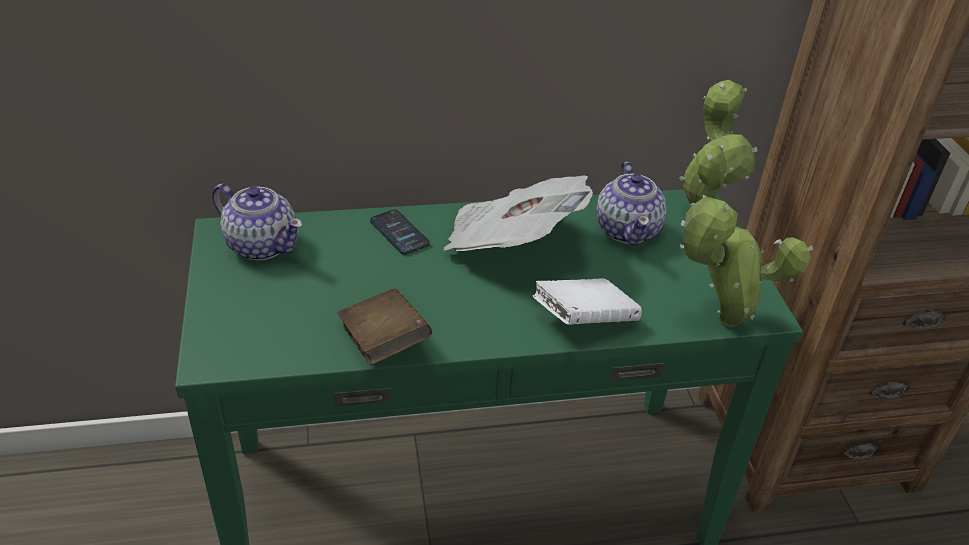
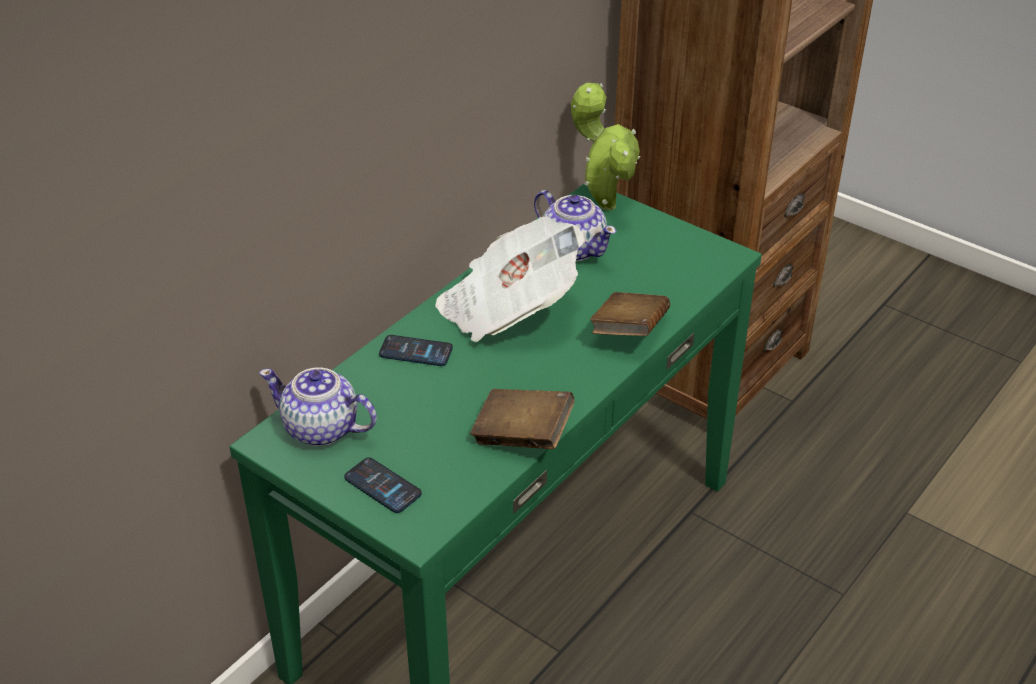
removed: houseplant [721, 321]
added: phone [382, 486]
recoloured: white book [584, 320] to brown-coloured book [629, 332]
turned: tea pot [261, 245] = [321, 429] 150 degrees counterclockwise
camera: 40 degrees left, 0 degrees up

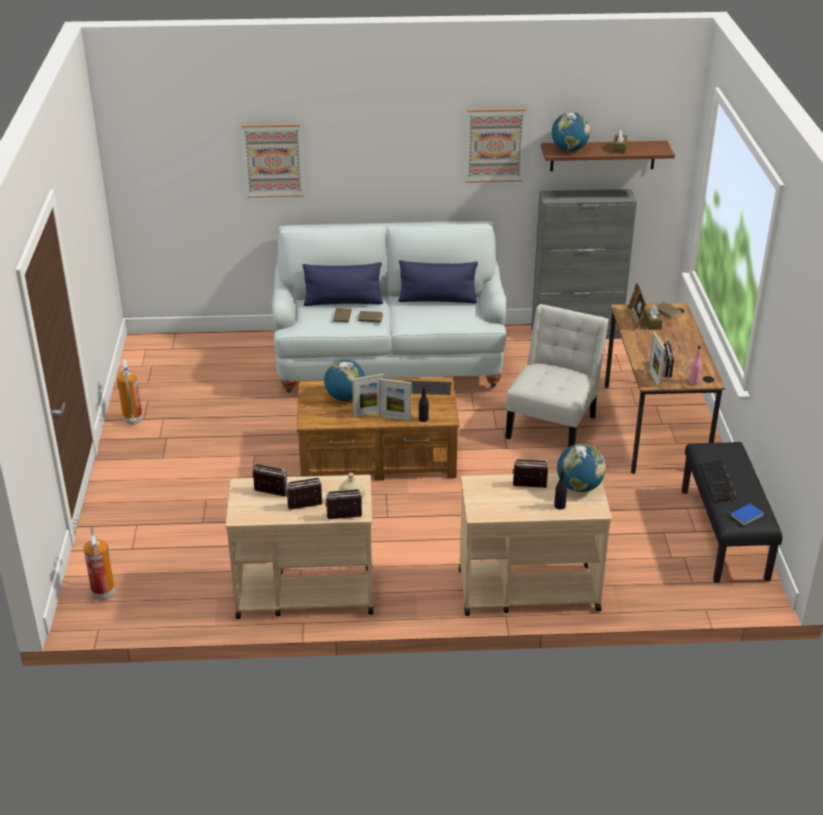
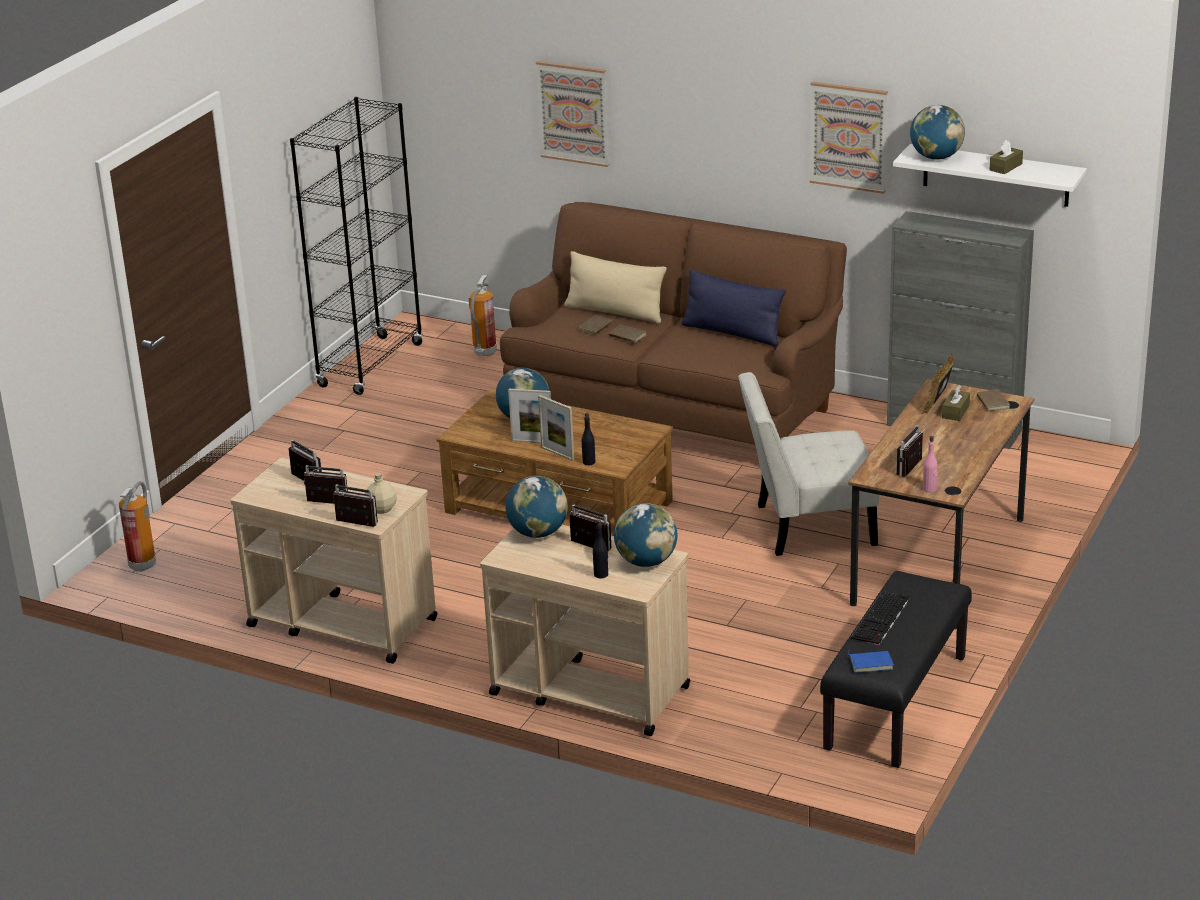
removed: keyboard [427, 389]; picture frame [654, 378]
added: black shelving unit [371, 365]; globe [538, 533]
moved: extinguisher [133, 420] to [484, 353]
recoloured: white couch [389, 361] to brown-coloured couch [675, 408]; bluish pillow [343, 302] to sand-coloured pillow [615, 312]; brown-coloured shelf [602, 155] to white shelf [996, 175]
turned: white chair [553, 424] = [808, 526] 150 degrees counterclockwise
camera: 30 degrees right, 5 degrees down

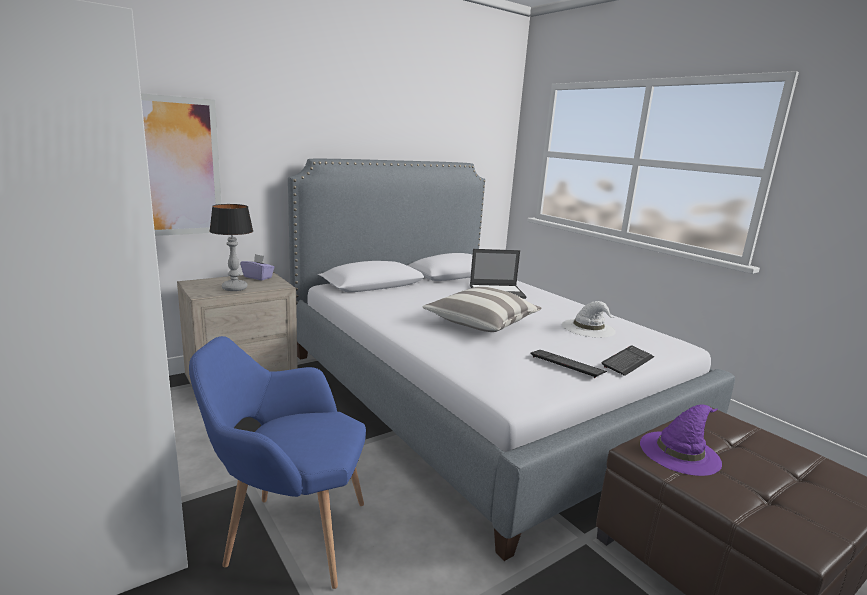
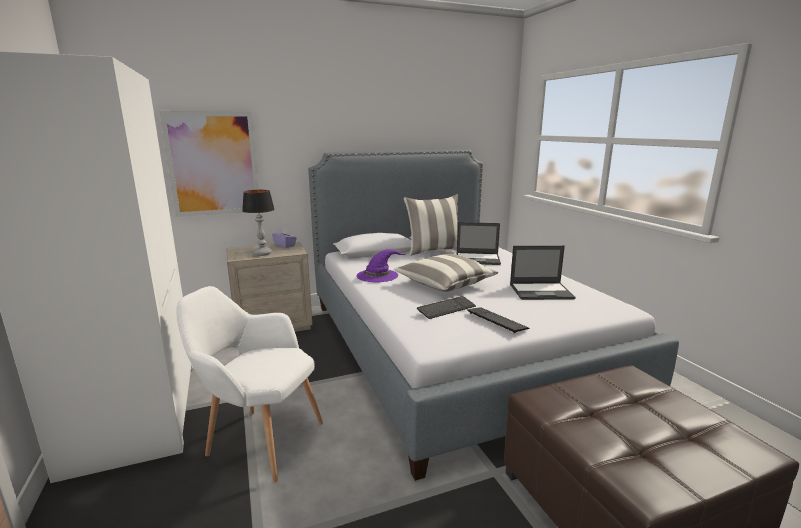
added: pillow [434, 251]
moved: purplish clothing hat [680, 452] to [378, 275]; keyboard [627, 361] to [446, 308]
replaced: white clothing hat [589, 328] to notebook computer [541, 291]
recoloured: bluish easy chair [287, 535] to white easy chair [258, 439]
camera: 15 degrees right, 0 degrees up

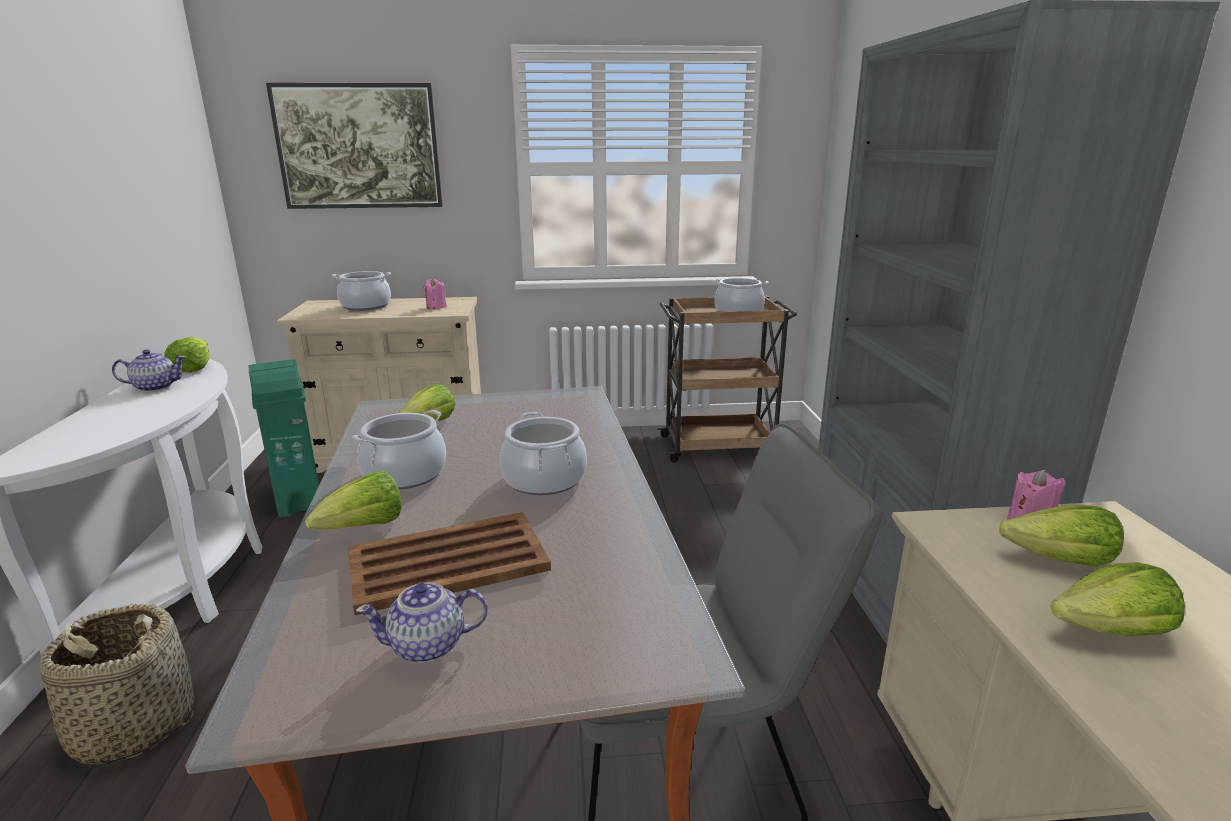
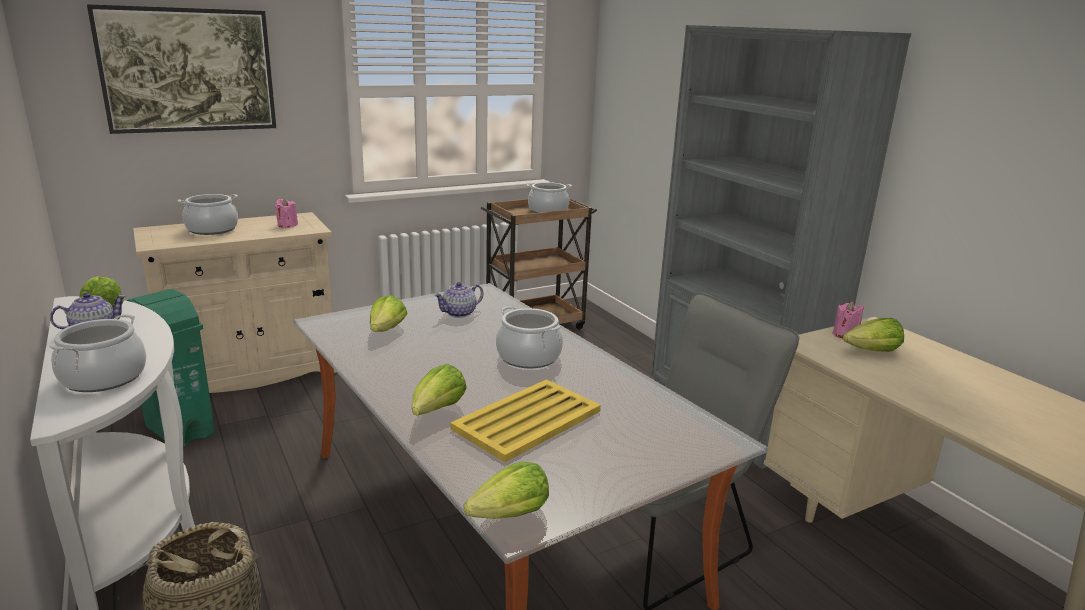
moved: stockpot [405, 474] to [104, 377]; tea pot [428, 646] to [460, 313]; head of lettuce [1111, 632] to [510, 515]
recoloured: brown-coloured serving tray [450, 562] to yellowish serving tray [528, 419]
camera: 25 degrees left, 0 degrees up

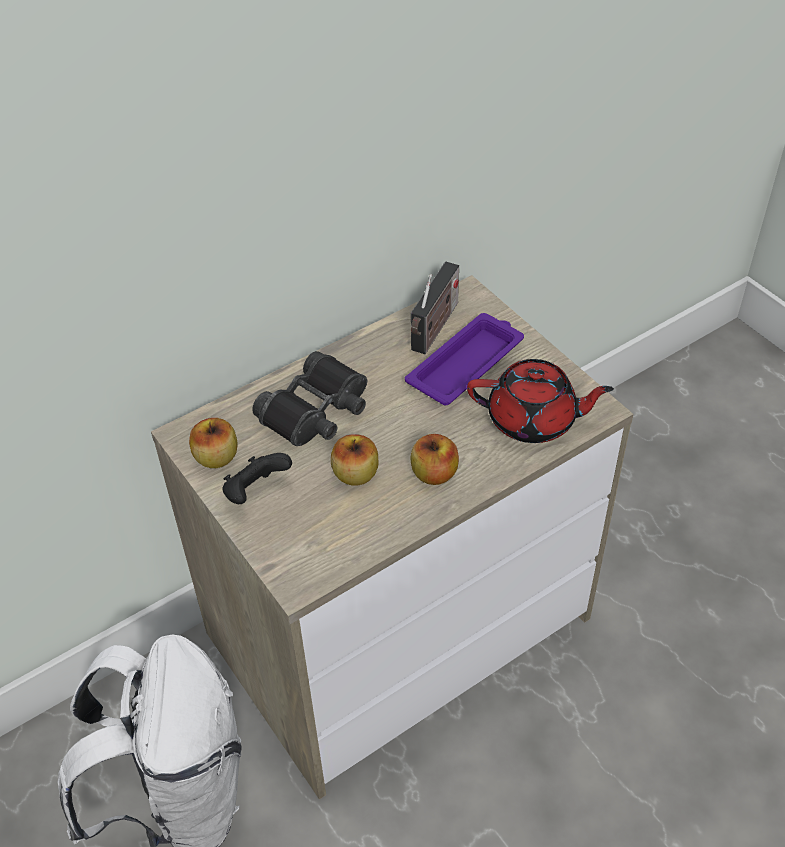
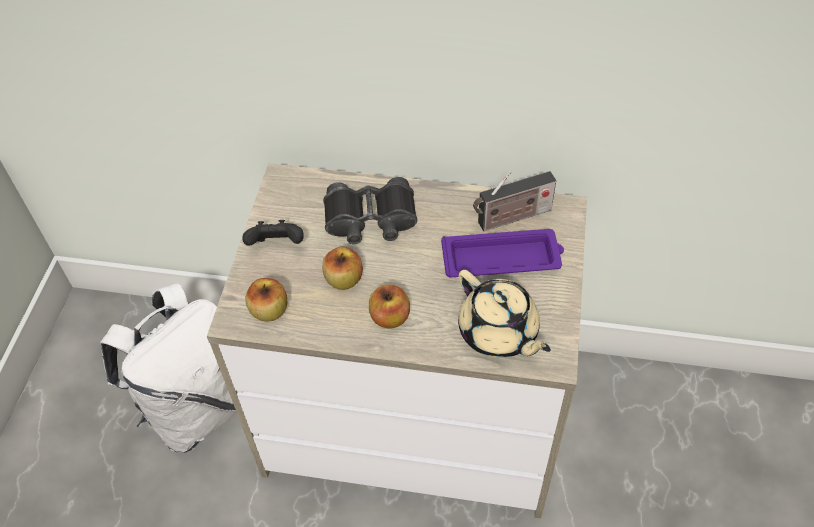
moved: whole apple [216, 457] to [269, 310]
recoloured: red-coloured tea pot [533, 420] to sand-coloured tea pot [499, 332]
camera: 45 degrees right, 5 degrees up

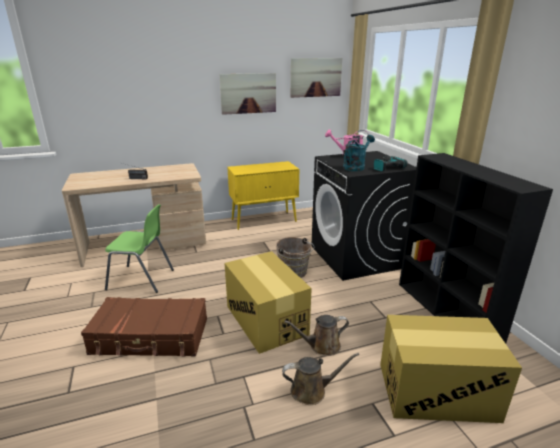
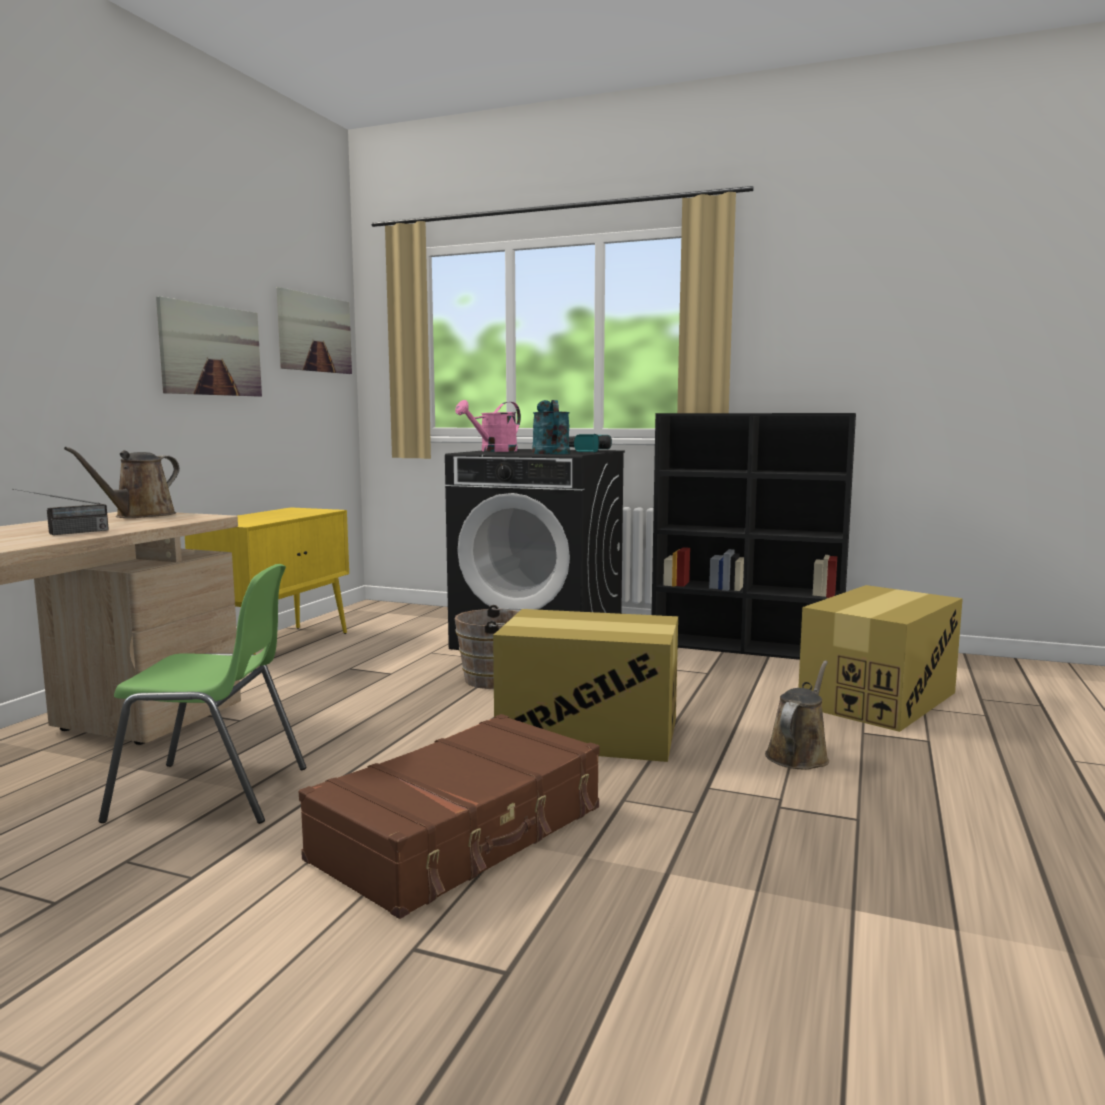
moved: brown-coloured watering pot [322, 346] to [140, 516]
turned: green-coloured chair [142, 279] = [213, 794] 45 degrees clockwise
camera: 50 degrees left, 15 degrees down

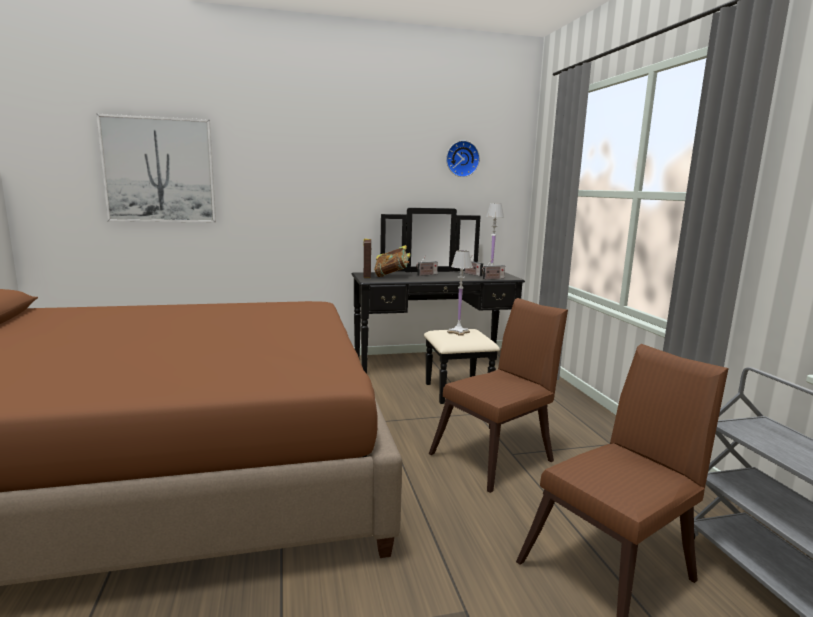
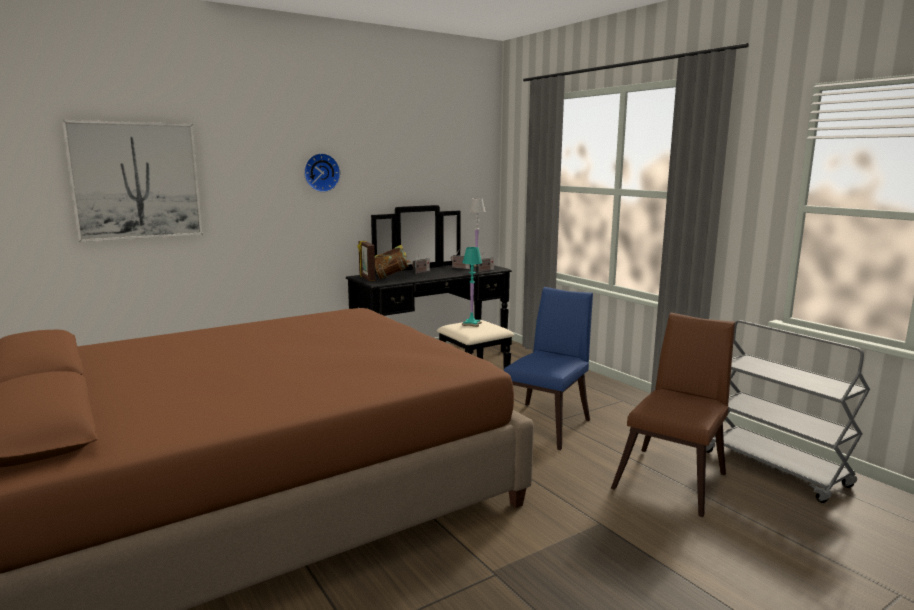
moved: wall clock [462, 159] to [321, 172]
recoloured: white lamp for a table [458, 332] to blue-green lamp for a table [471, 324]; brown-coloured chair [498, 455] to bluish chair [546, 423]
camera: 20 degrees left, 0 degrees up

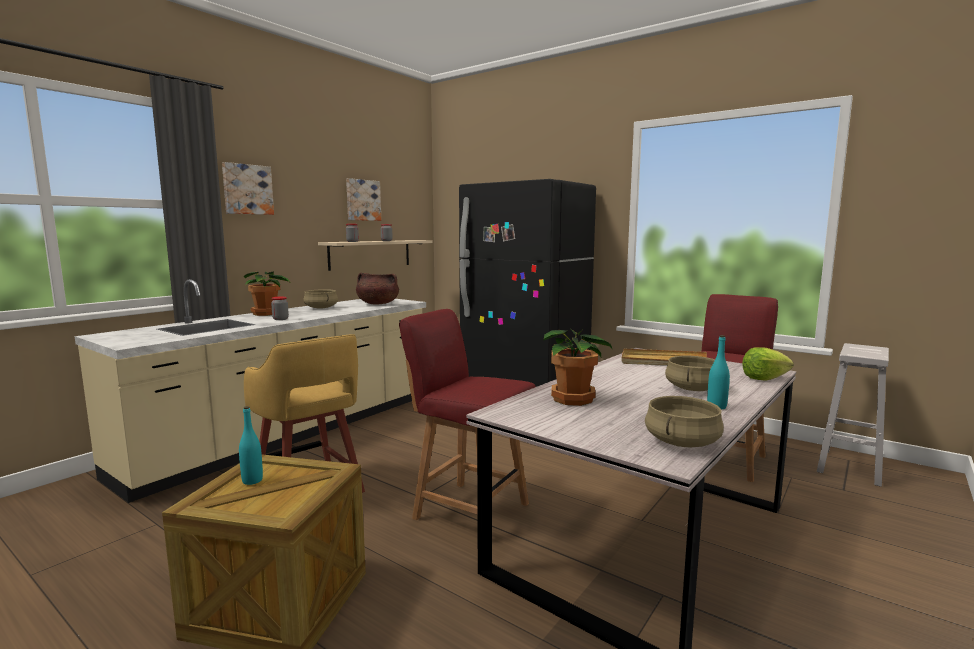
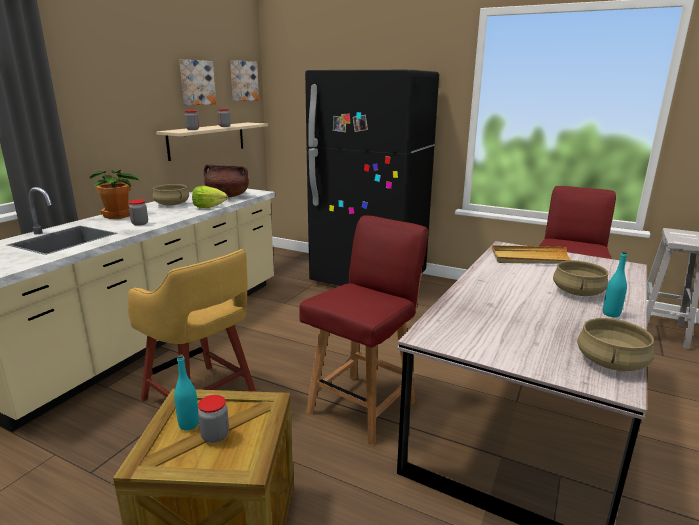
removed: houseplant [574, 399]
added: storage jar [215, 435]
moved: head of lettuce [764, 378] to [208, 207]; wall art [247, 189] to [243, 81]
turned: red-coloured chair [469, 510] = [363, 406] 105 degrees clockwise
camera: 10 degrees left, 10 degrees up

